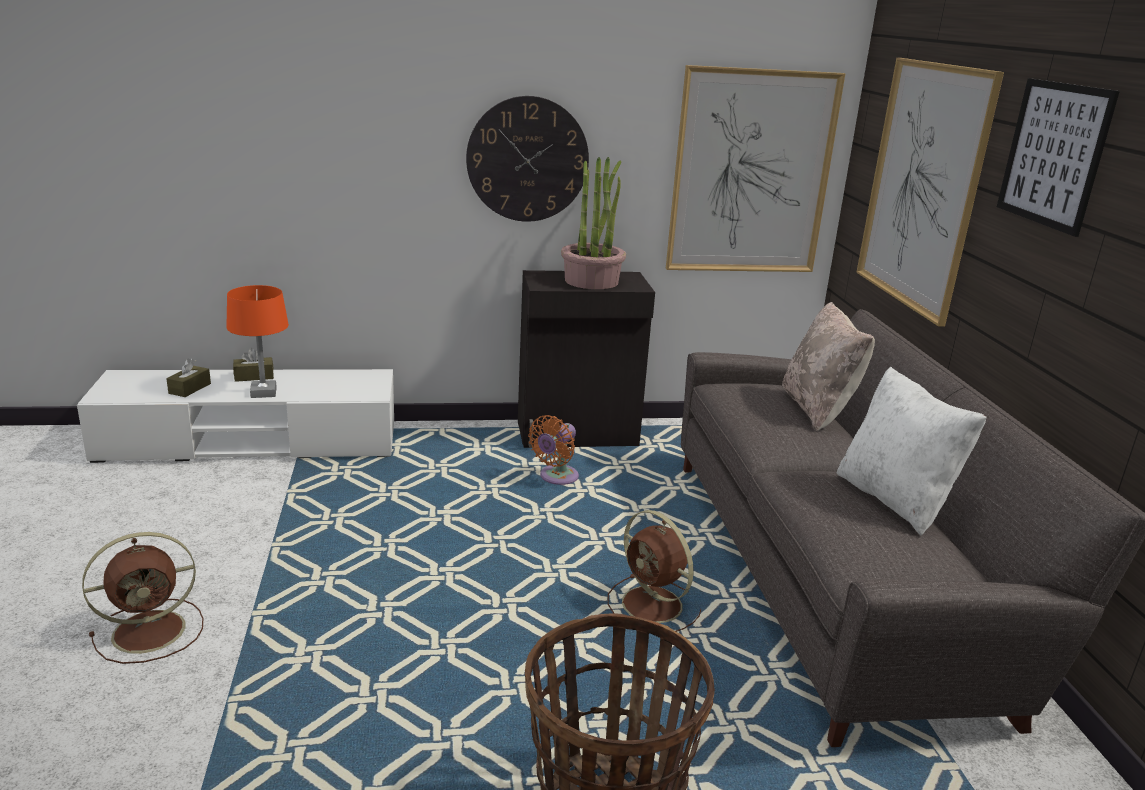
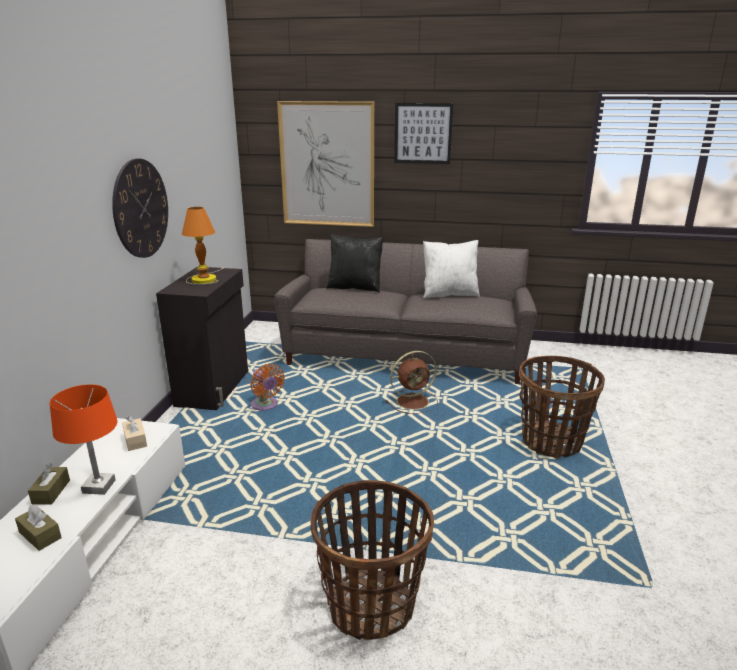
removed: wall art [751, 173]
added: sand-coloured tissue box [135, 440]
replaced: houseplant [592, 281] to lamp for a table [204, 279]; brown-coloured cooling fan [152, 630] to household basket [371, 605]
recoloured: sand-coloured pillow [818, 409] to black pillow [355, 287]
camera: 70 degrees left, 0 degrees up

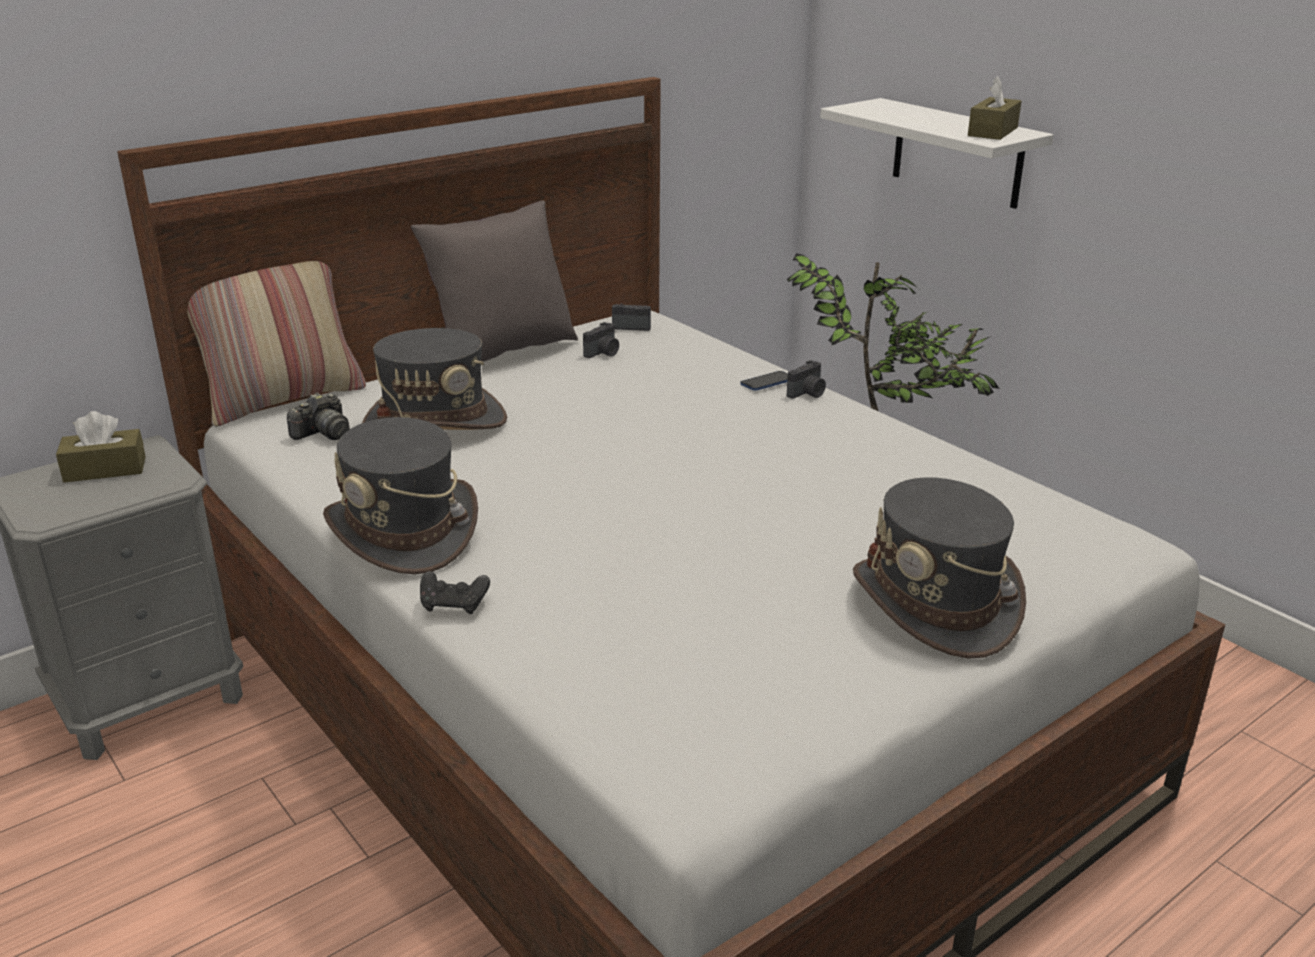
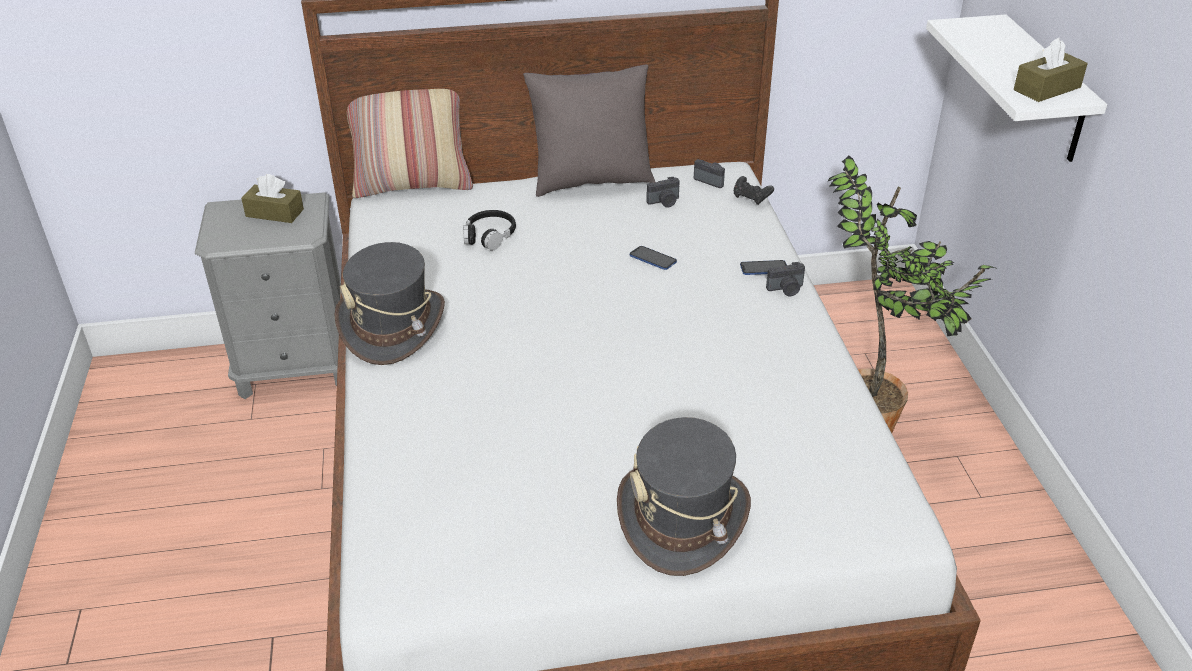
removed: still camera [323, 434]
added: phone [653, 259]
moved: black joypad [454, 605] to [751, 198]
replaced: gray clothing hat [435, 422] to black pair of headphones [489, 236]
camera: 30 degrees right, 10 degrees up

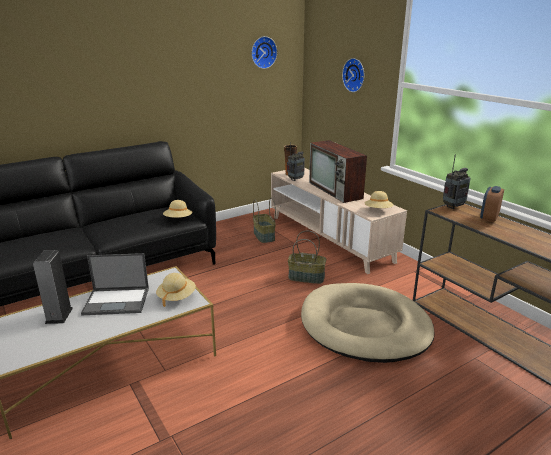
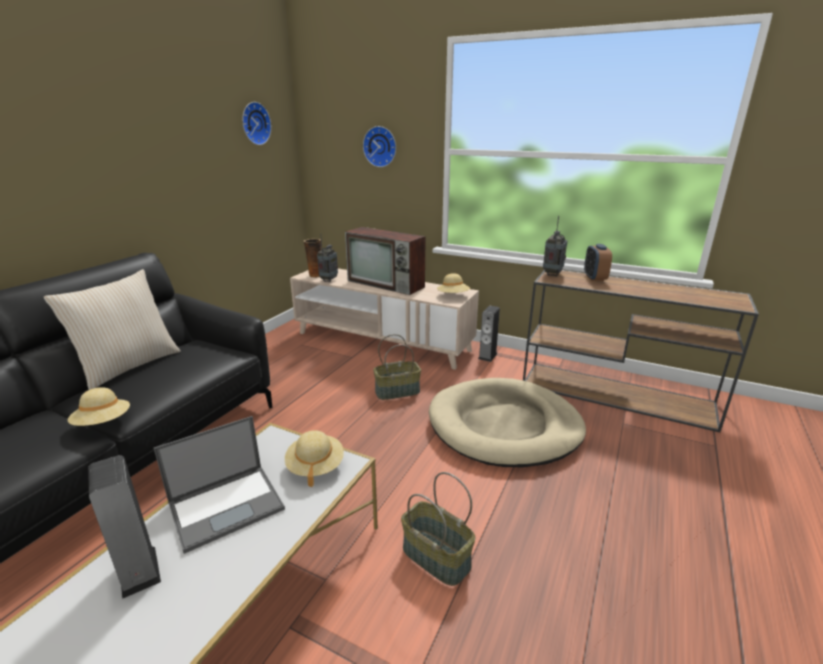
added: sand-coloured pillow [129, 366]; audio speaker [487, 356]
moved: sand-coloured clothing hat [178, 219] to [103, 423]; household basket [263, 236] to [435, 558]
camera: 30 degrees left, 0 degrees up

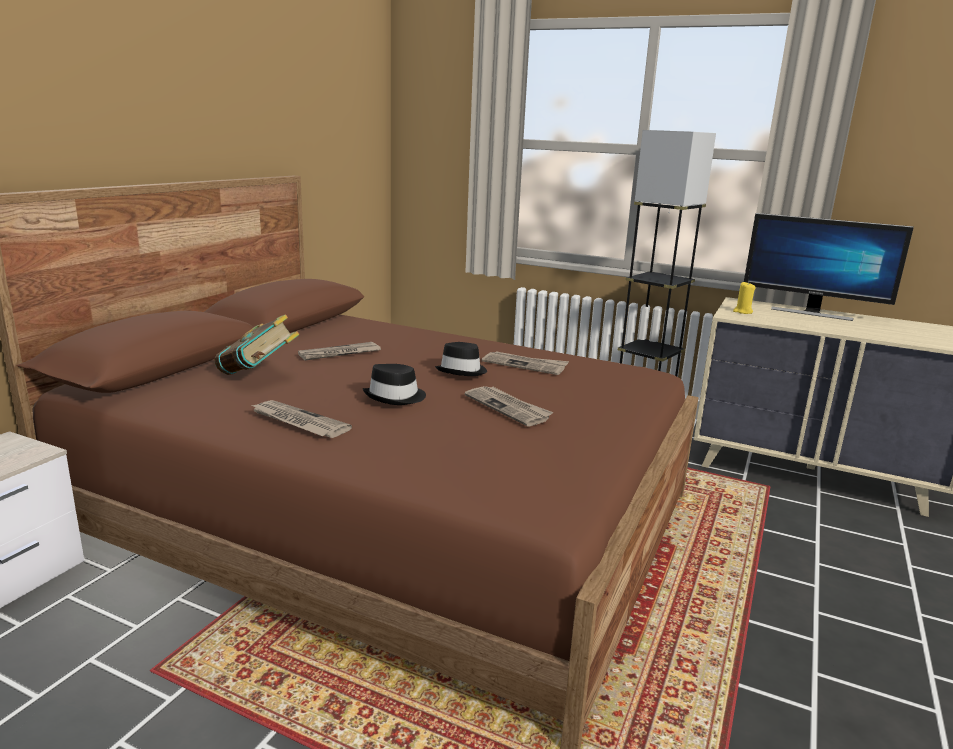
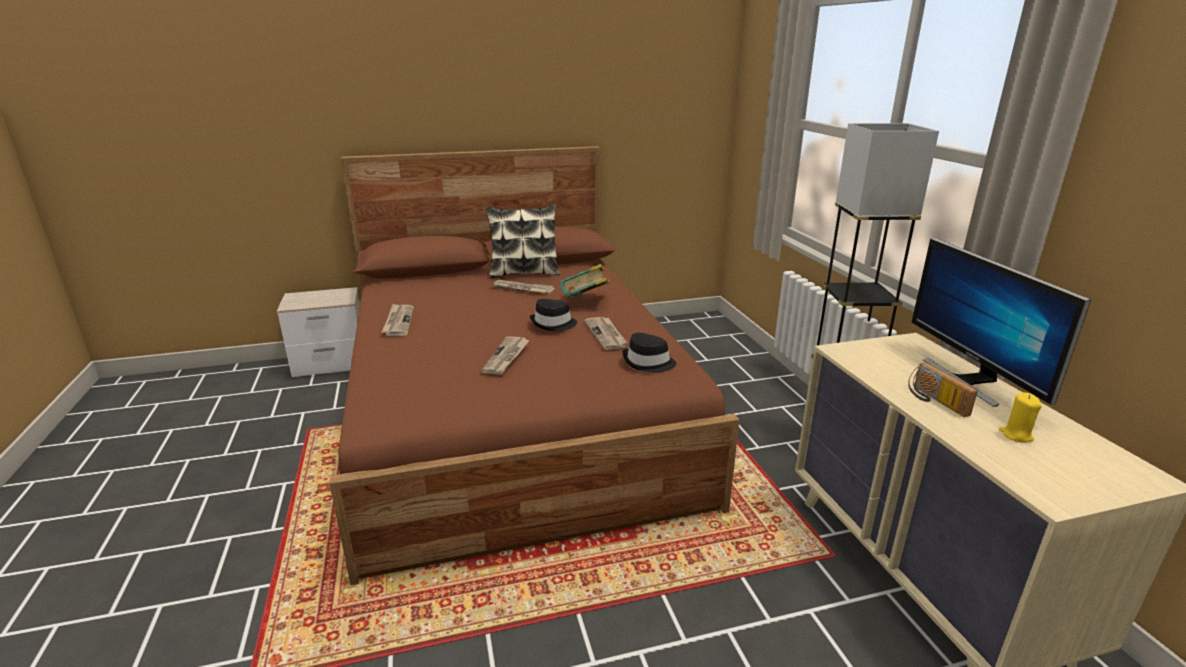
added: pillow [524, 273]; radio set [934, 401]
moved: book [258, 375] to [586, 302]; black clothing hat [395, 397] to [648, 362]; yellowish wax light [742, 312] to [1016, 435]
camera: 50 degrees right, 5 degrees up

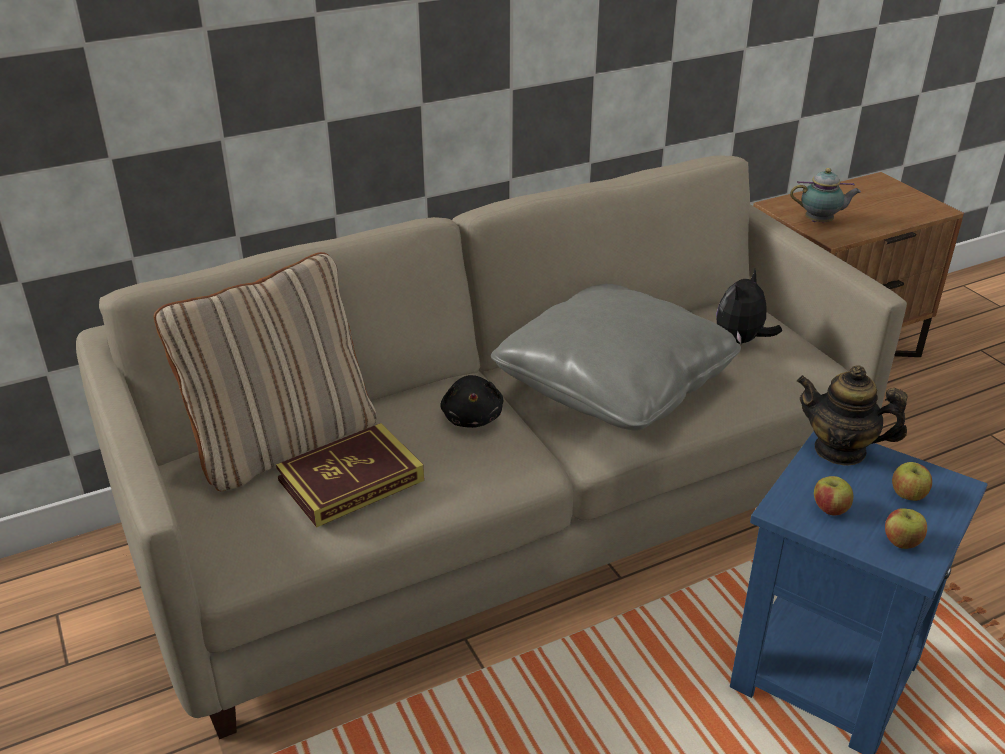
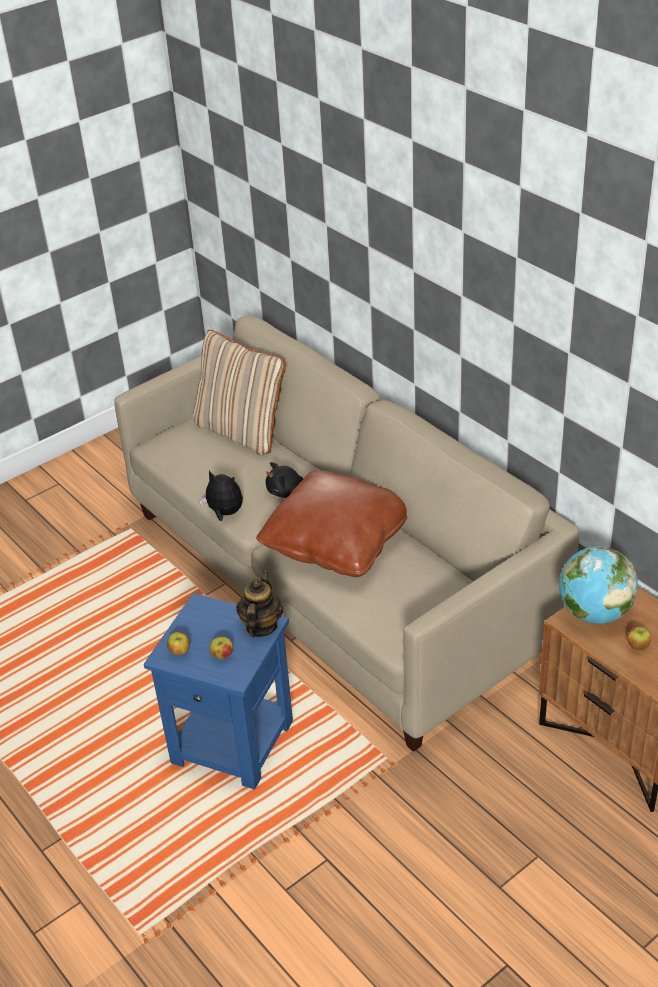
removed: book [351, 480]
moved: soft toy [741, 341] to [224, 513]; whole apple [829, 509] to [638, 646]
replaced: tea pot [820, 222] to globe [594, 613]
recoloured: gray pillow [615, 384] to brown-coloured pillow [337, 541]
camera: 80 degrees right, 5 degrees up

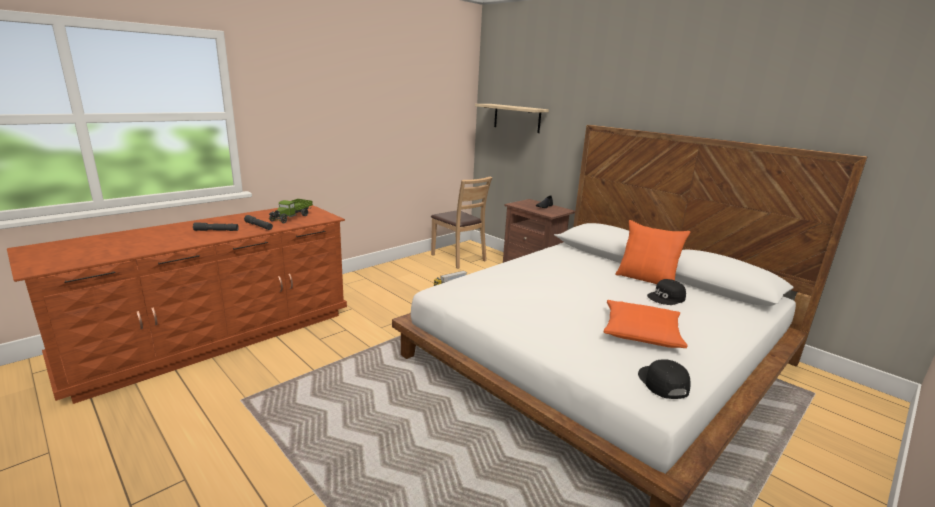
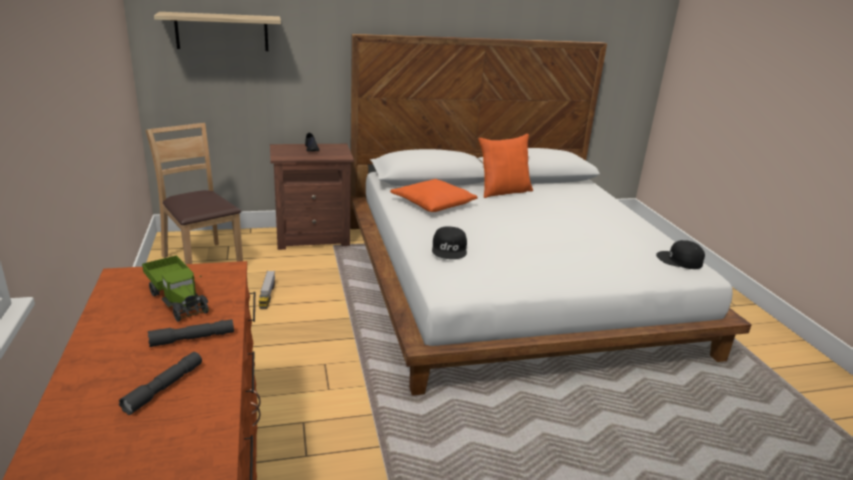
moved: orangey pillow [641, 332] to [433, 203]; black cap [666, 298] to [450, 249]
turned: brown-coloured chair [458, 258] = [202, 262] 120 degrees counterclockwise
camera: 60 degrees left, 5 degrees up

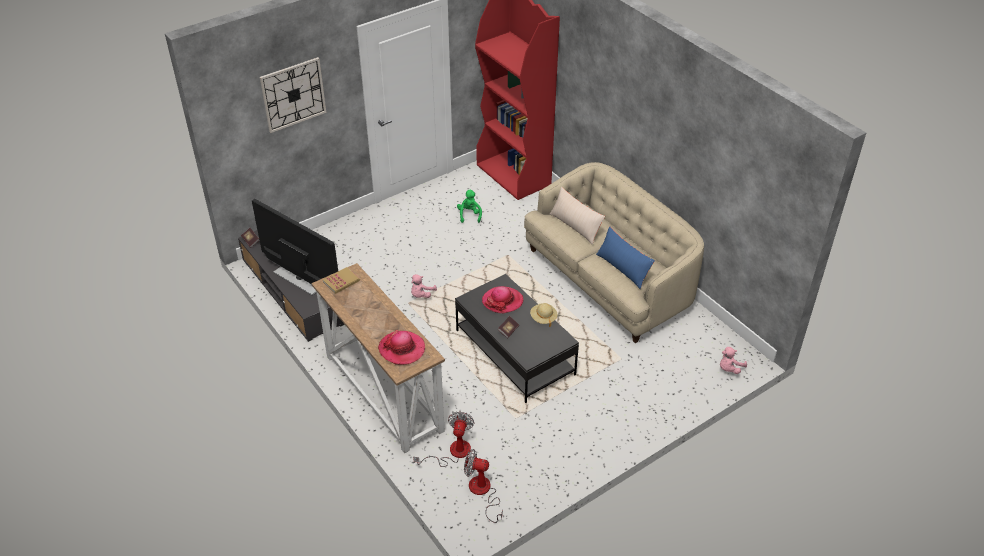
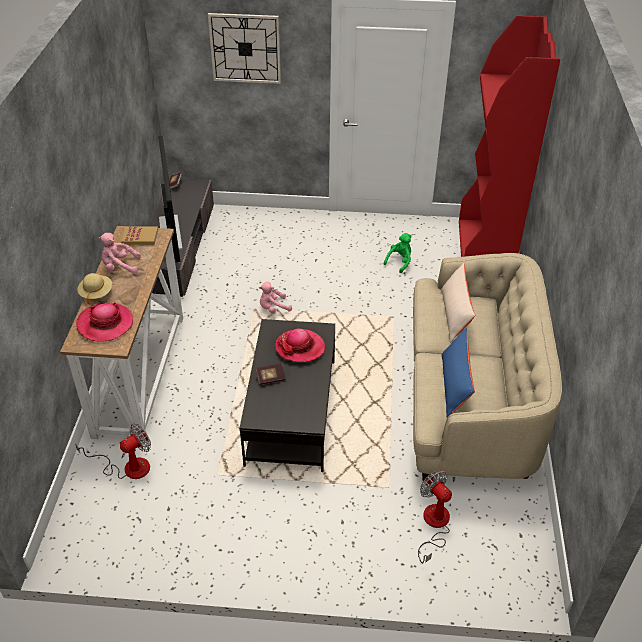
moved: sand-coloured clothing hat [543, 318] to [96, 293]; pinkish soft toy [729, 368] to [119, 267]; cooling fan [482, 492] to [434, 525]
camera: 40 degrees right, 0 degrees up

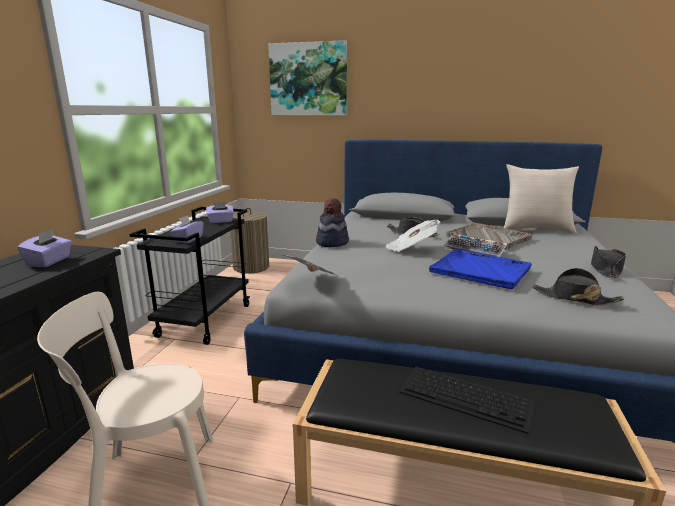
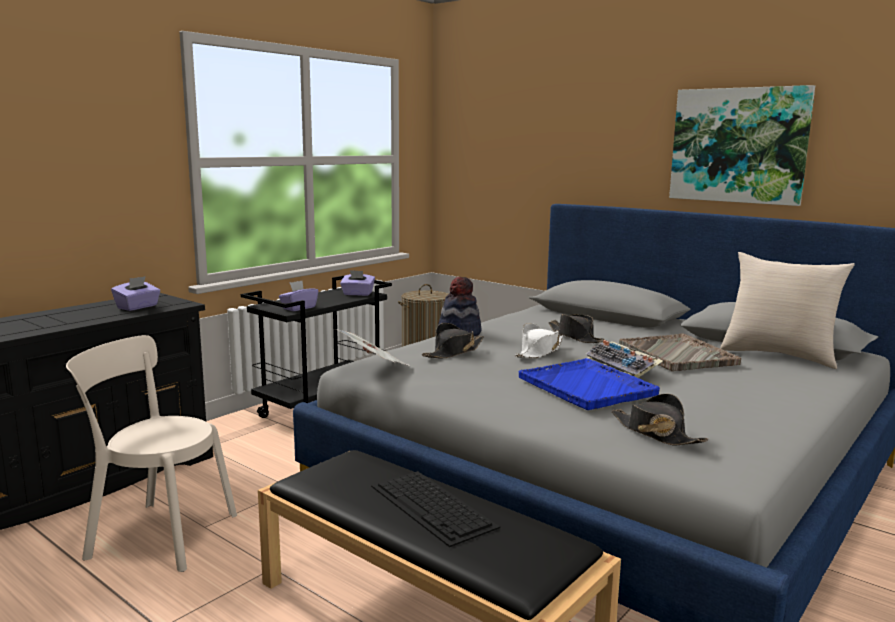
moved: black clothing hat [605, 269] to [453, 352]; wall art [308, 79] to [738, 145]
replaced: daily paper [411, 249] to white clothing hat [539, 352]
camera: 25 degrees right, 5 degrees down

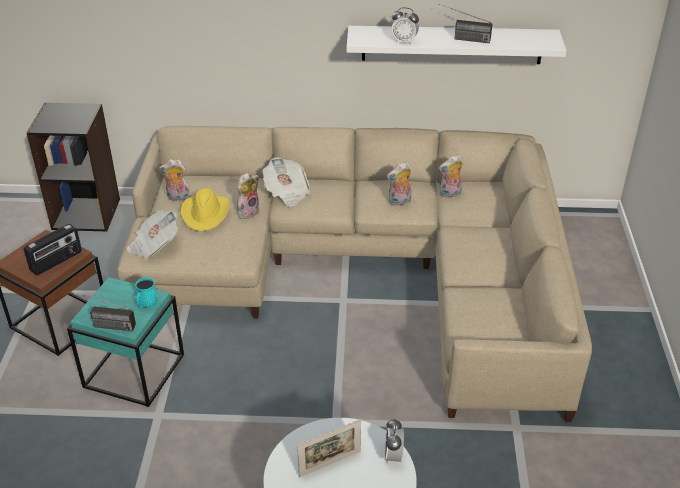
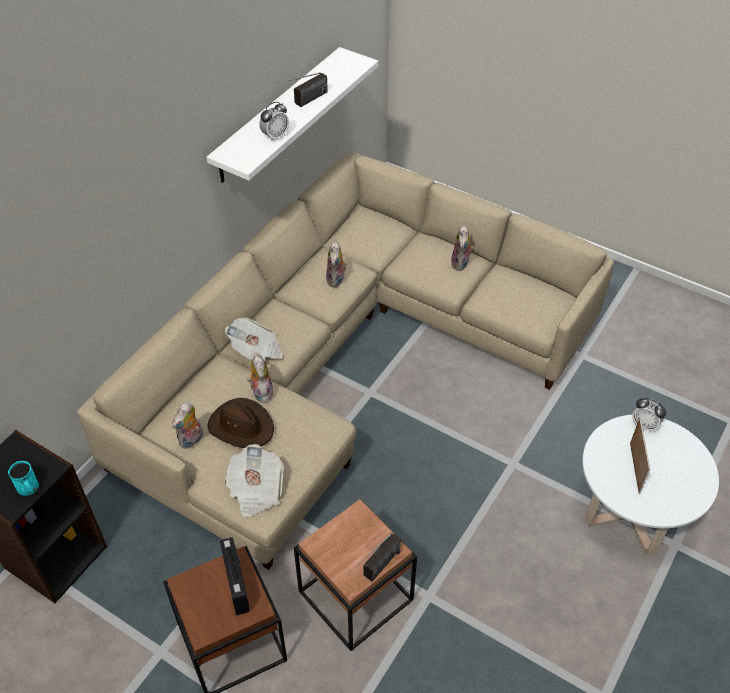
moved: blue-green tea mug [146, 304] to [29, 488]; soft toy [450, 194] to [461, 264]
recoloured: yellowish clothing hat [206, 213] to brown-coloured clothing hat [241, 426]; blue-green accent table [135, 371] to brown-coloured accent table [356, 594]
camera: 60 degrees left, 10 degrees up

